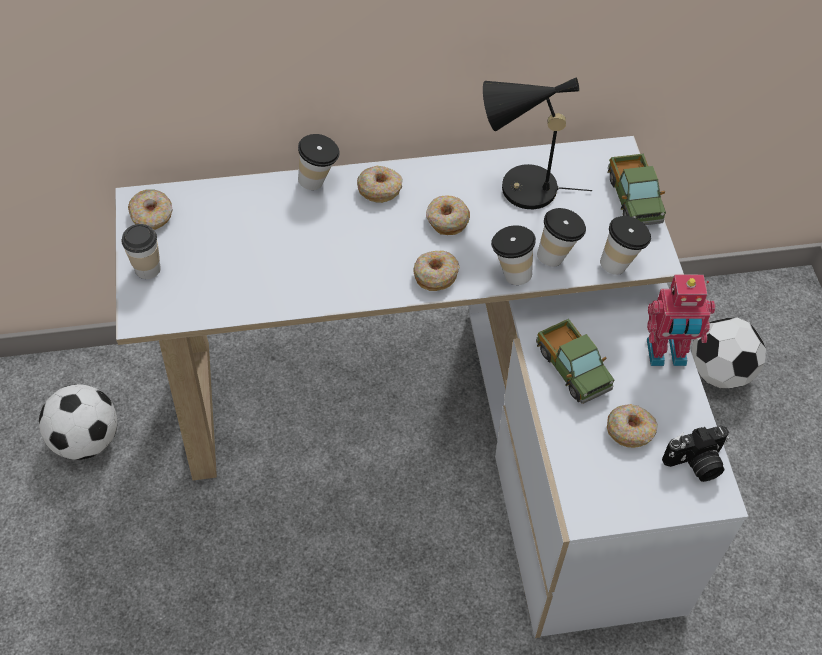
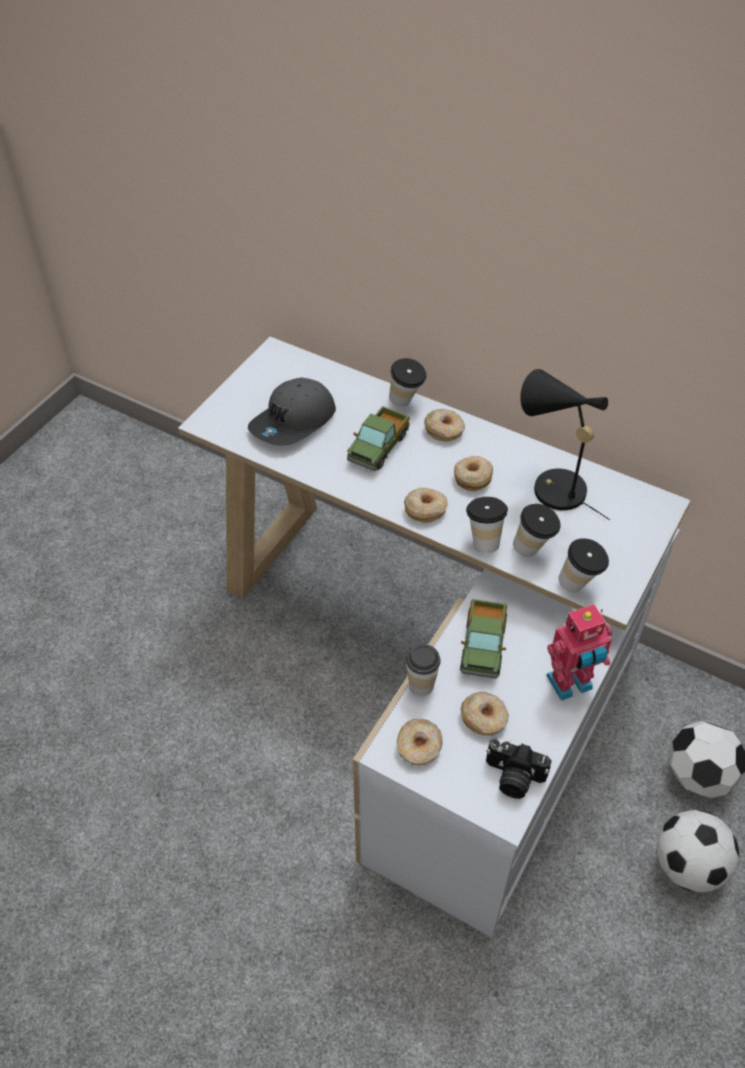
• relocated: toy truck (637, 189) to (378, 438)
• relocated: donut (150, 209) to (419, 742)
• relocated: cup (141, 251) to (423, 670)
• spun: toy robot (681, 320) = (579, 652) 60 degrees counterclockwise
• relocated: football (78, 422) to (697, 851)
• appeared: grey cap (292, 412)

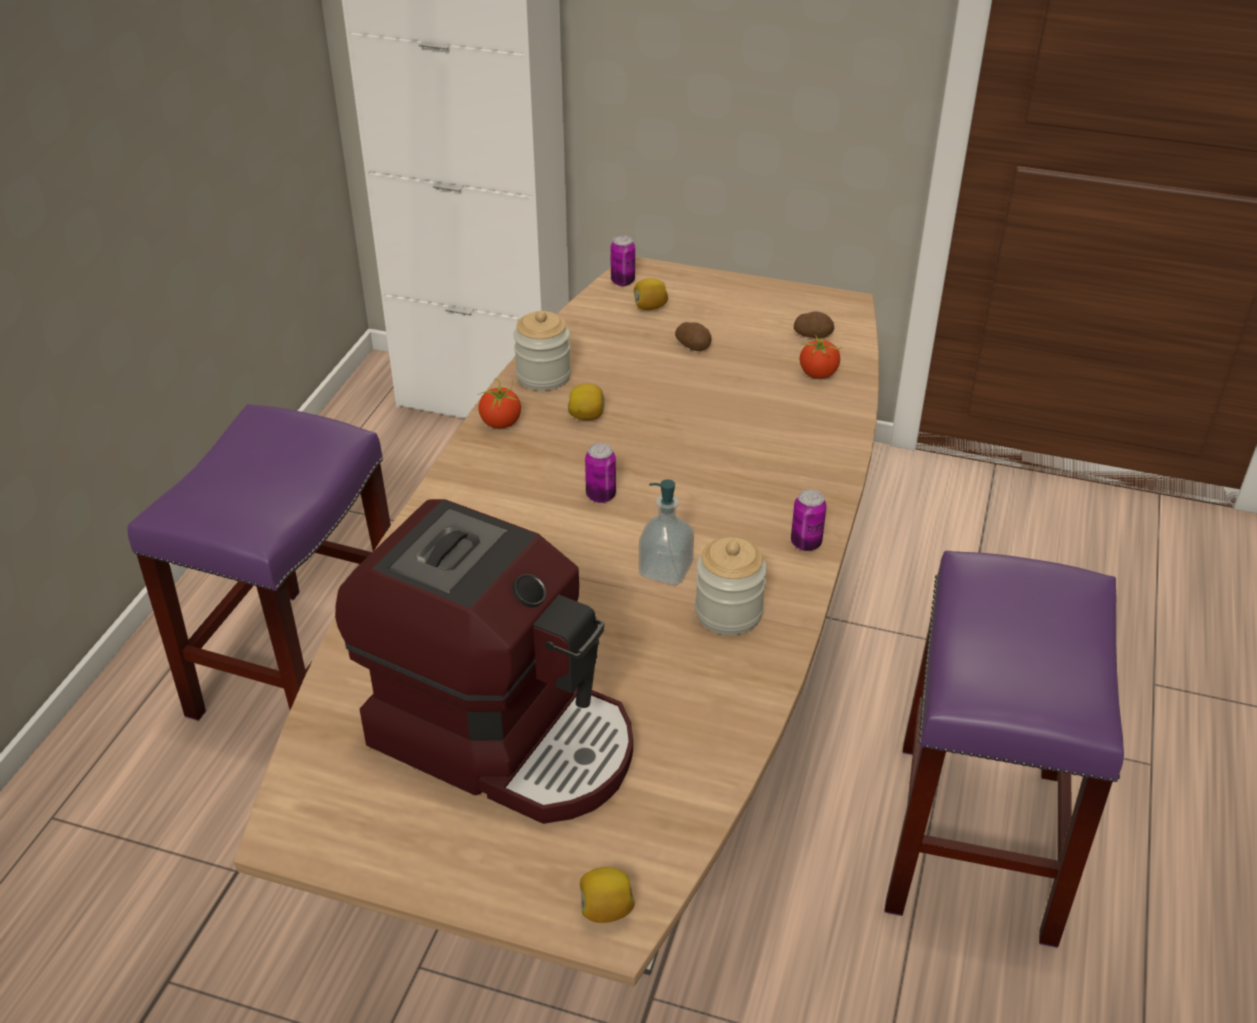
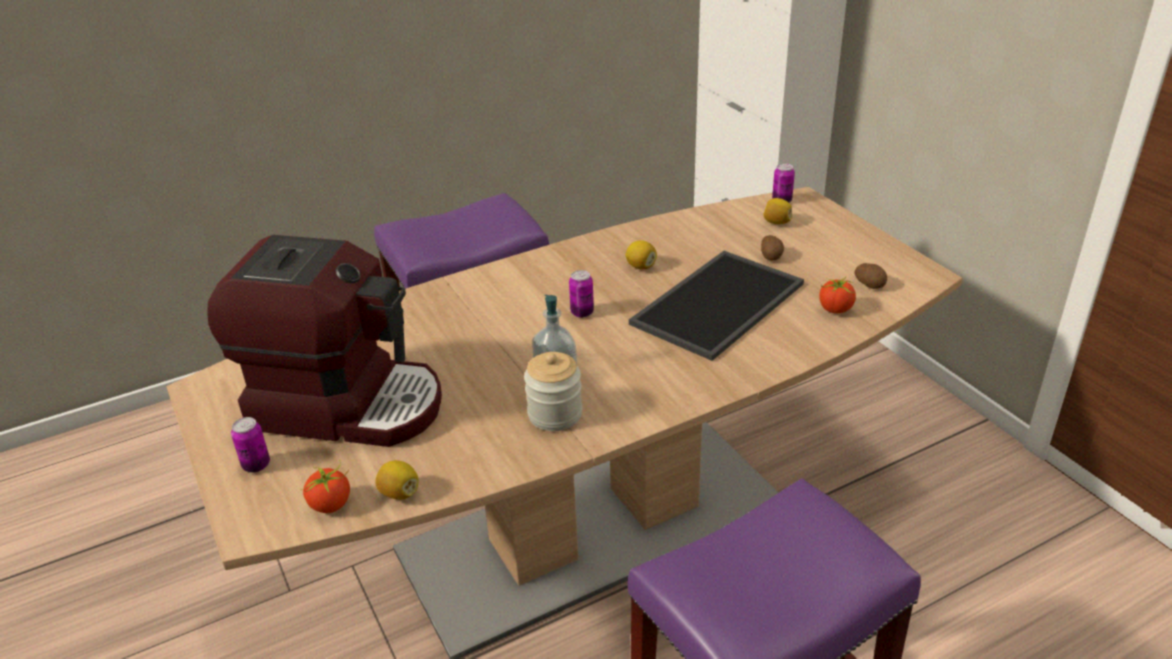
• missing: jar (542, 351)
• relocated: tomato (499, 404) to (325, 486)
• relocated: can (809, 520) to (250, 445)
• spun: coffee machine (484, 661) = (324, 341) 60 degrees counterclockwise
• relocated: lemon (607, 895) to (396, 480)
• appeared: tray (716, 306)

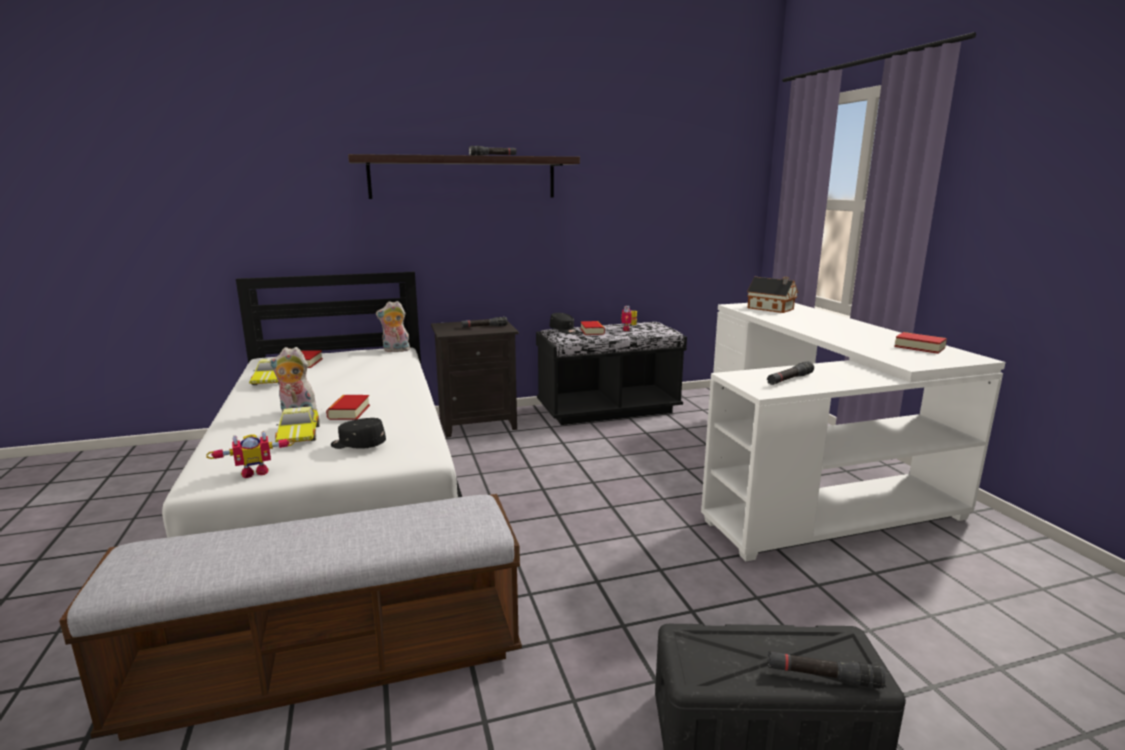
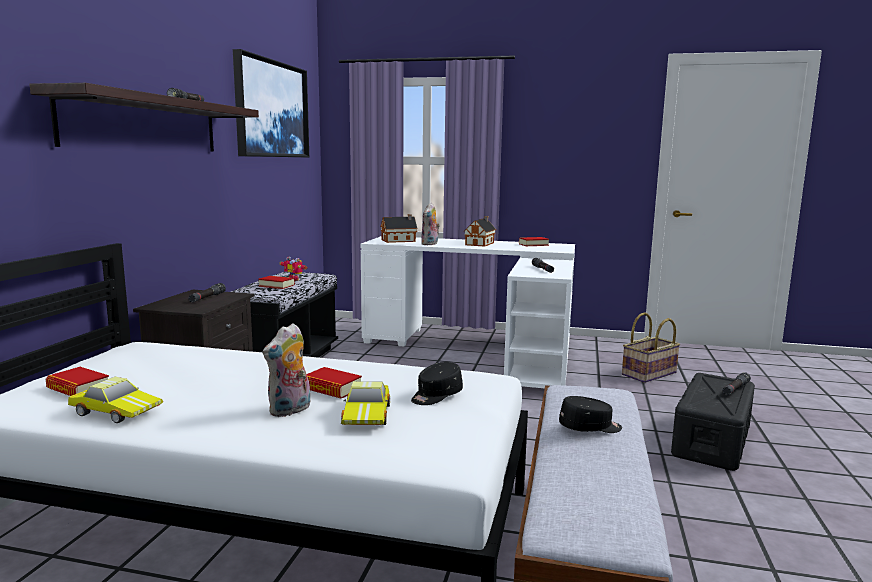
• relocated: plush toy (393, 326) to (430, 224)
• relocated: black cap (563, 323) to (590, 414)
• spun: toy car (297, 424) = (365, 403) 75 degrees clockwise
• missing: toy robot (250, 454)
• appeared: picture (271, 103)
• appeared: toy house (480, 231)
• appeared: basket (651, 347)

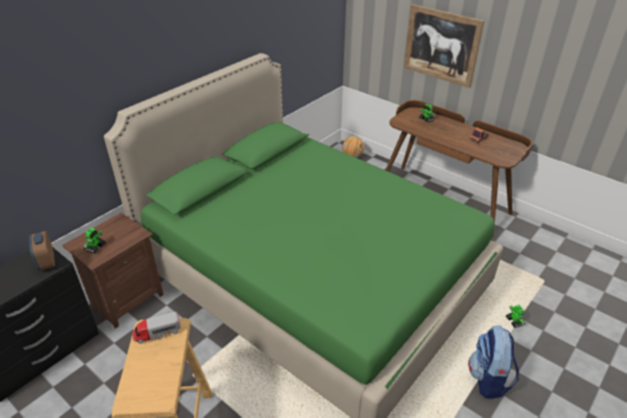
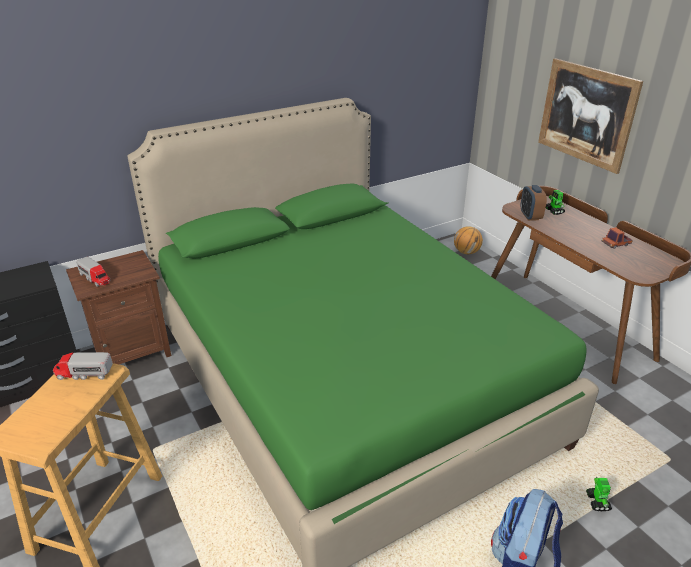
• exchanged: toy robot (95, 240) to toy truck (93, 272)
• relocated: alarm clock (42, 251) to (534, 203)

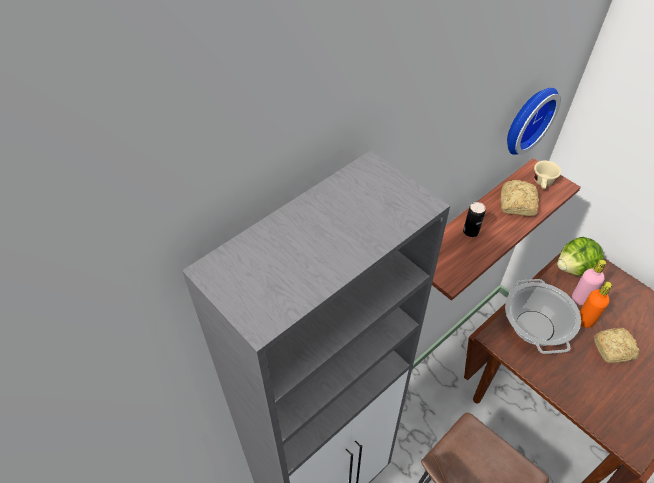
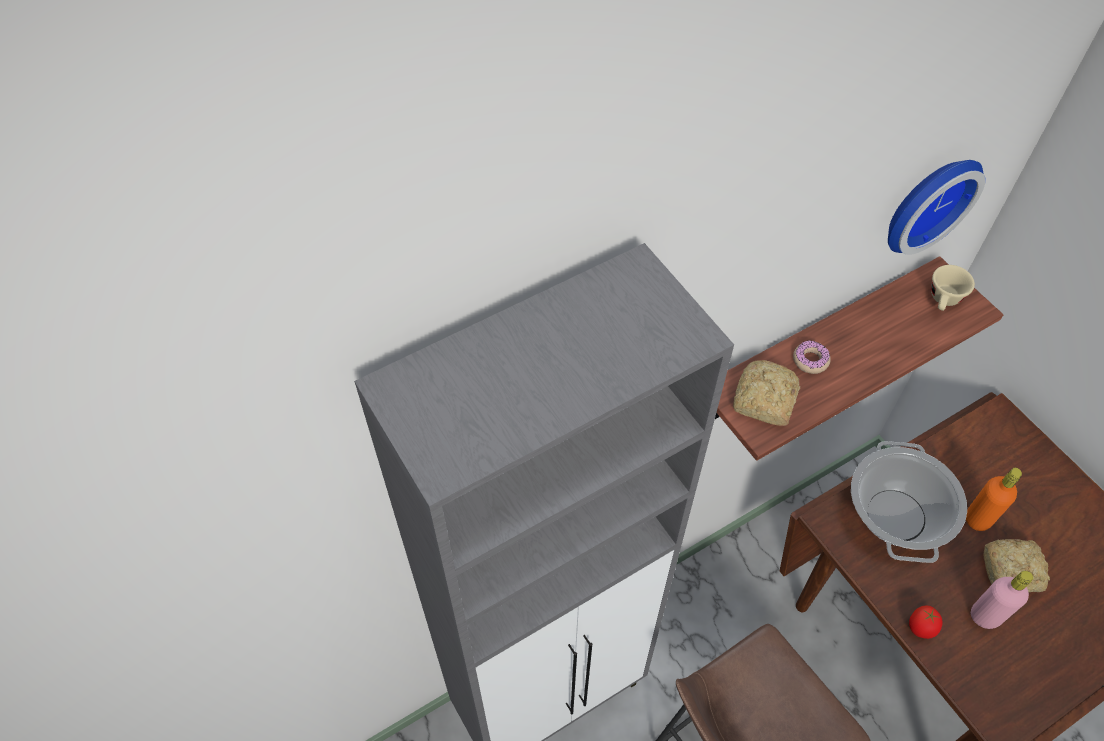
• relocated: bread (520, 198) to (766, 393)
• exchanged: can (474, 219) to donut (812, 357)
• missing: lettuce (580, 256)
• relocated: pink bottle (589, 282) to (1002, 600)
• appeared: tomato (926, 622)

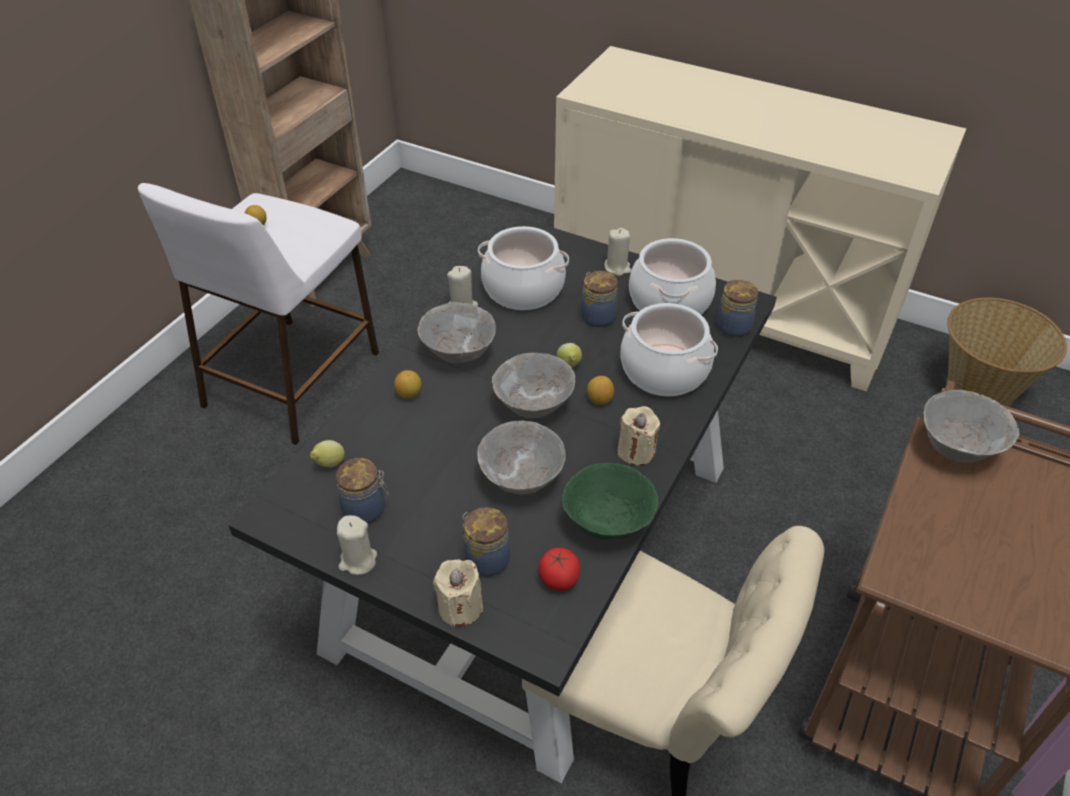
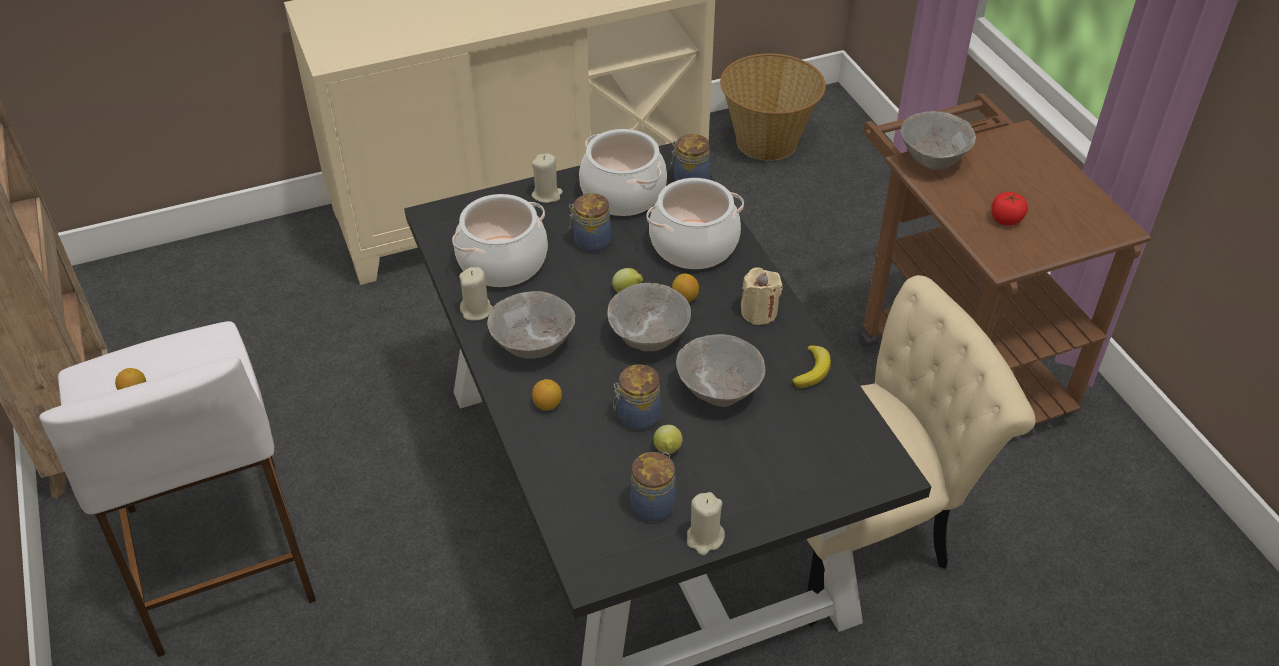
• relocated: lemon (327, 453) to (668, 439)
• exchanged: green bowl (610, 501) to banana (811, 366)
• relocated: jar (486, 542) to (637, 397)
• relocated: tomato (559, 569) to (1009, 209)
• missing: beige candle (458, 593)

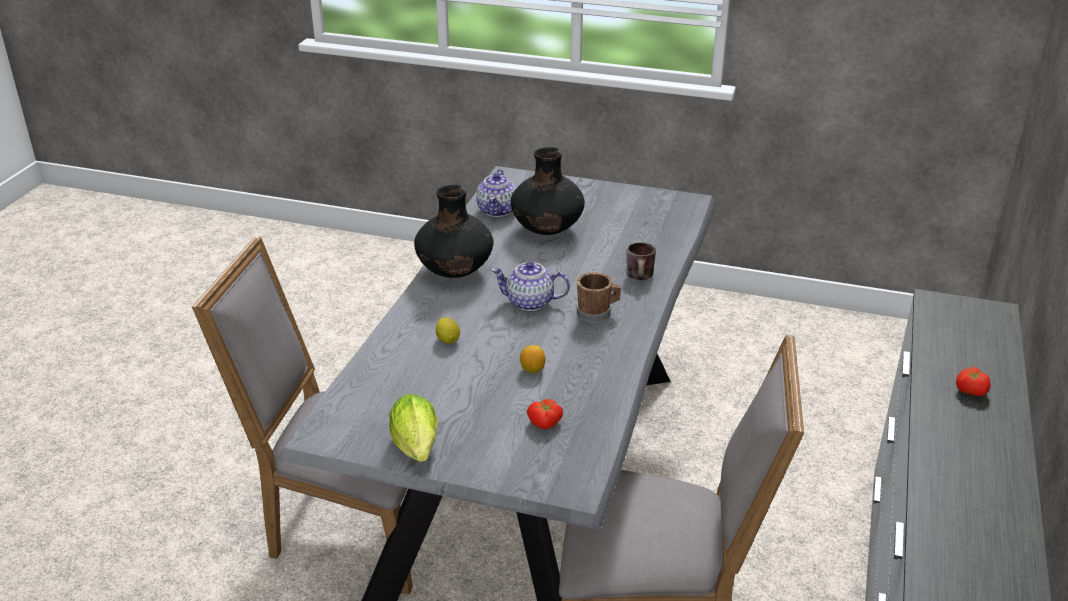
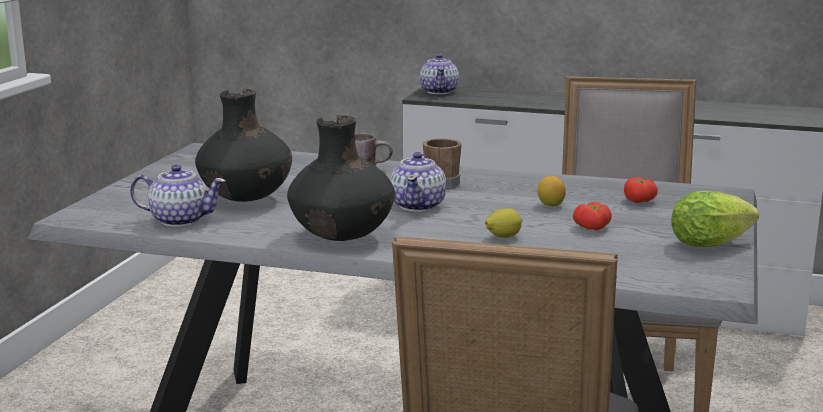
• relocated: tomato (973, 381) to (592, 216)
• appeared: teapot (439, 74)

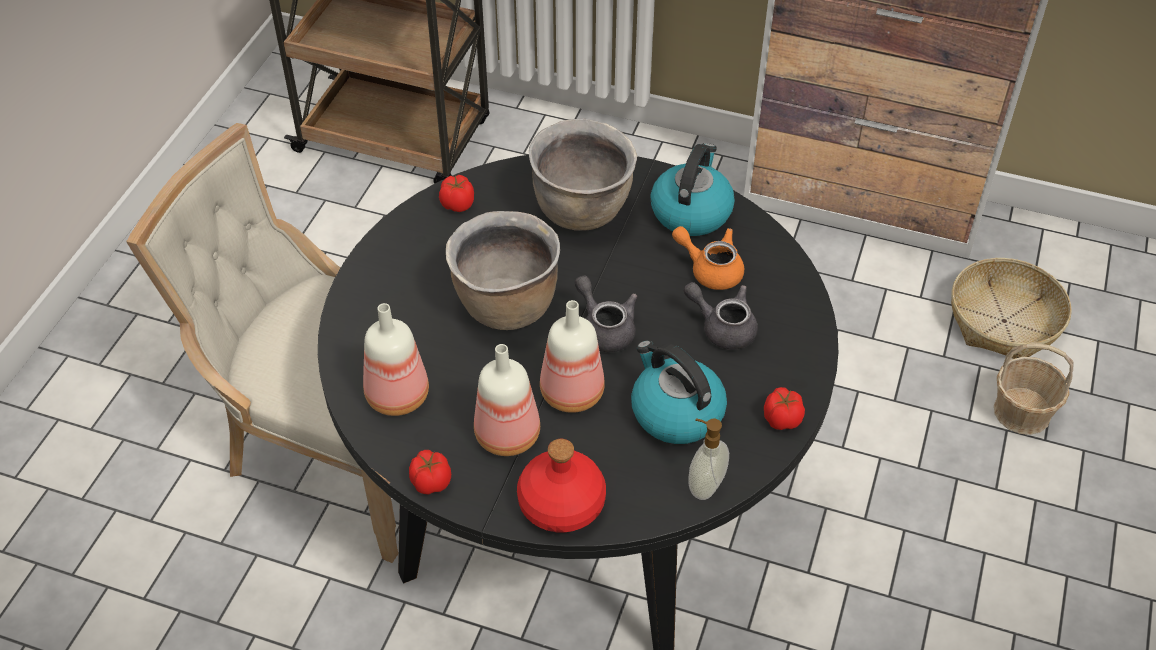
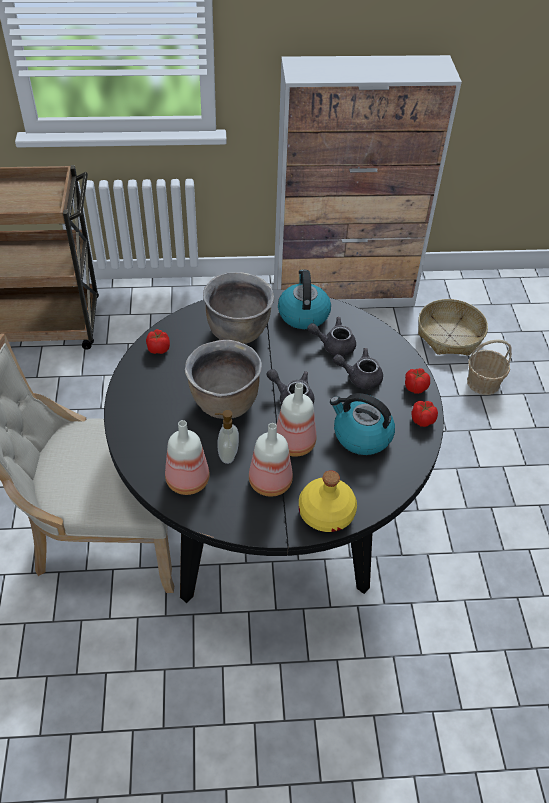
• colour: orange teapot (708, 258) to grey teapot (331, 336)
• relocated: soap dispenser (708, 459) to (227, 437)
• colour: red bottle (561, 486) to yellow bottle (328, 501)
• relocated: tomato (430, 472) to (417, 381)

